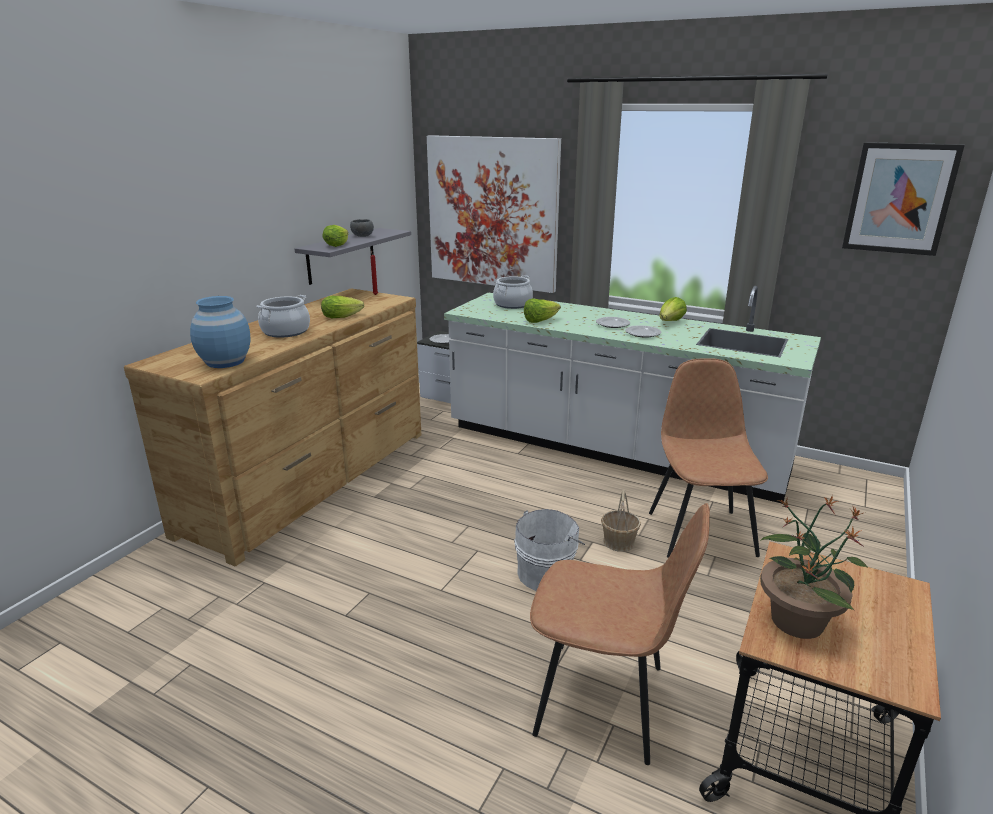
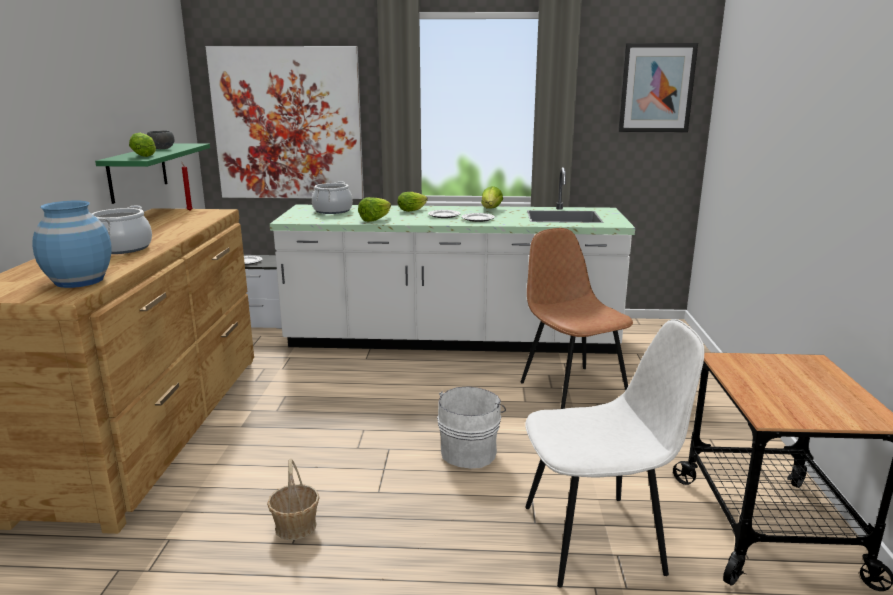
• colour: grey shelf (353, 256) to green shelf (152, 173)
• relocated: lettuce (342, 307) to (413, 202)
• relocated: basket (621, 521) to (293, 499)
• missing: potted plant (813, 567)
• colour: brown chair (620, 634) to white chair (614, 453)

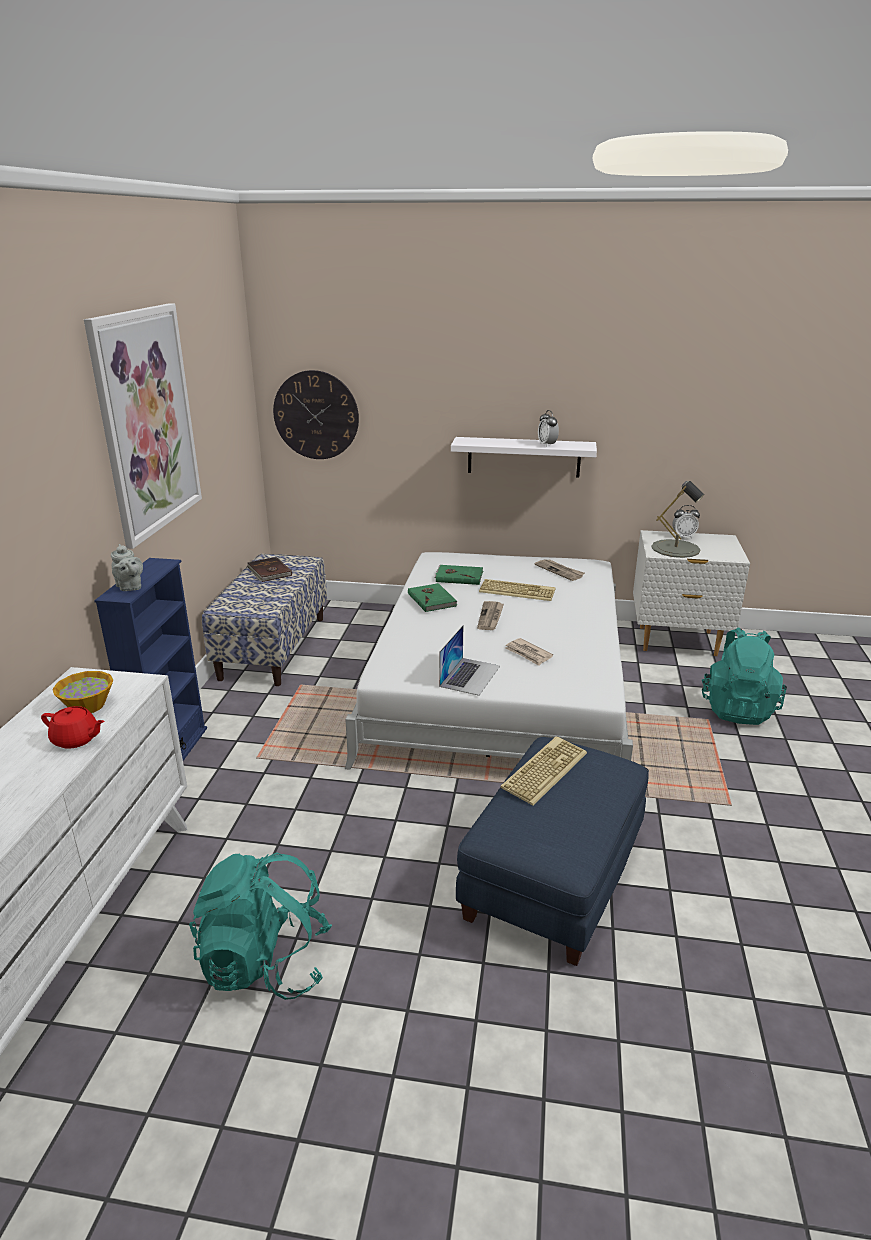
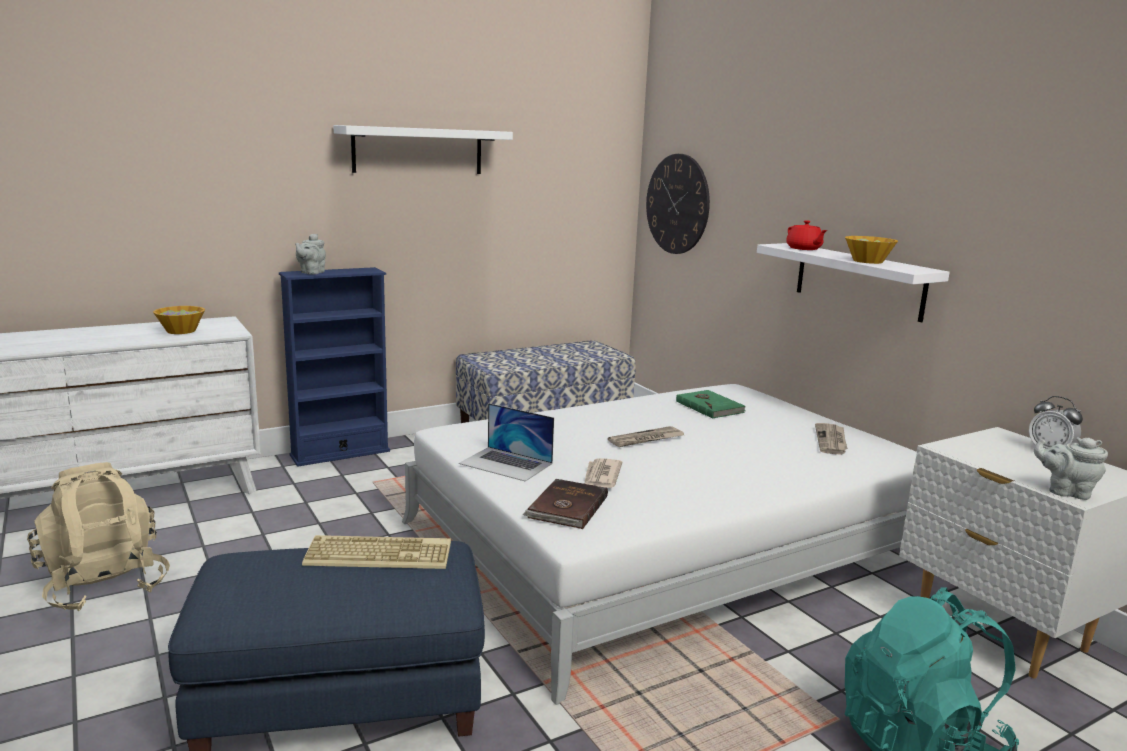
• exchanged: picture (143, 426) to white shelf (423, 149)
• exchanged: alarm clock (548, 428) to bowl (871, 250)
• missing: grey table lamp (678, 519)
• relocated: brown book (269, 569) to (565, 504)
• missing: keyboard (517, 590)
• missing: green book (432, 597)
• spun: laptop (469, 660) = (506, 442) 45 degrees clockwise
• relocated: red teapot (72, 727) to (807, 235)
• colour: turquoise backpack (260, 926) to beige backpack (98, 537)
• appeared: grey teapot (1071, 468)

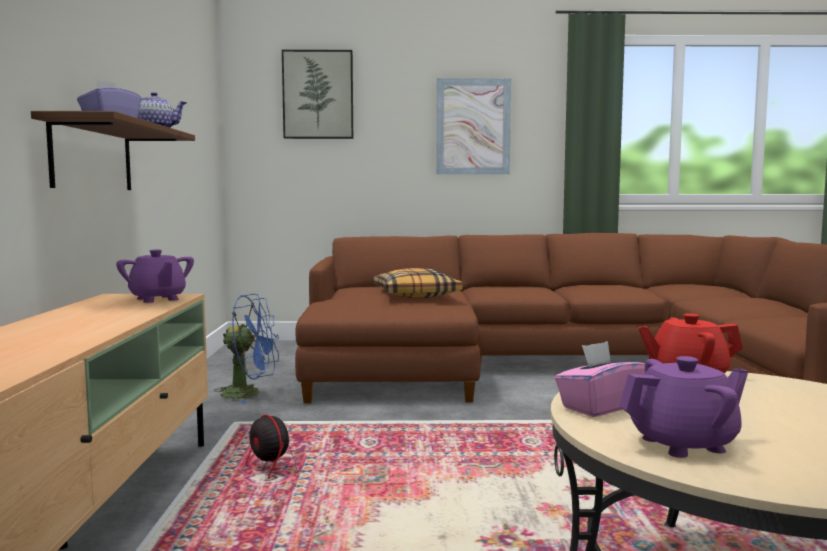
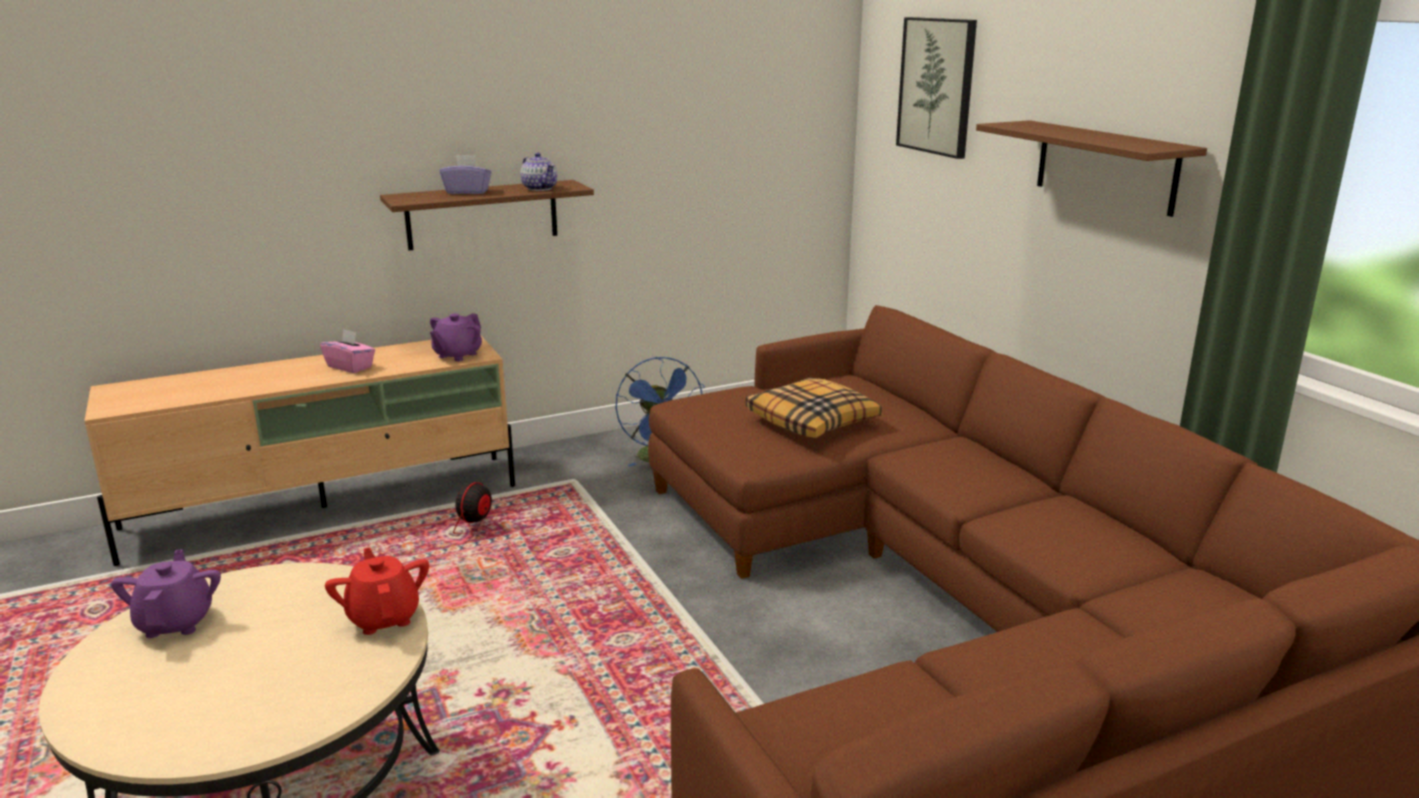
• exchanged: picture (473, 126) to brown shelf (1091, 168)
• relocated: pink tissue box (600, 379) to (347, 351)
• spun: purple teapot (683, 407) = (166, 593) 150 degrees counterclockwise

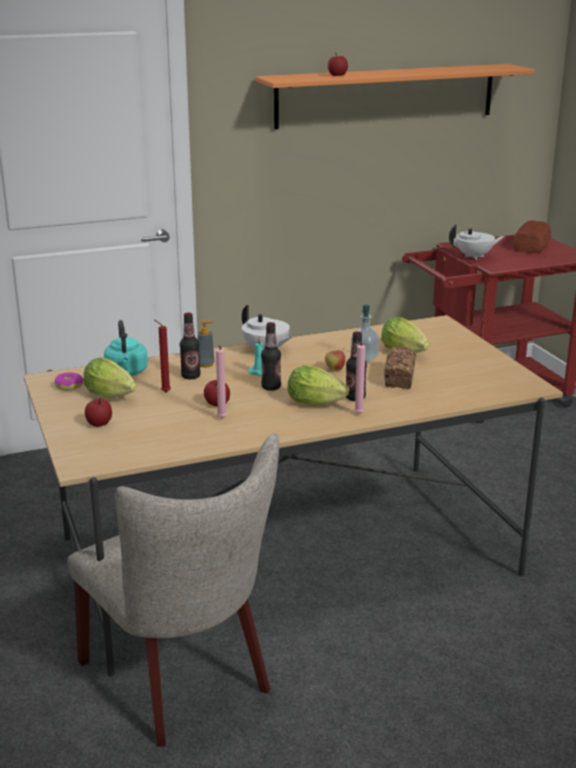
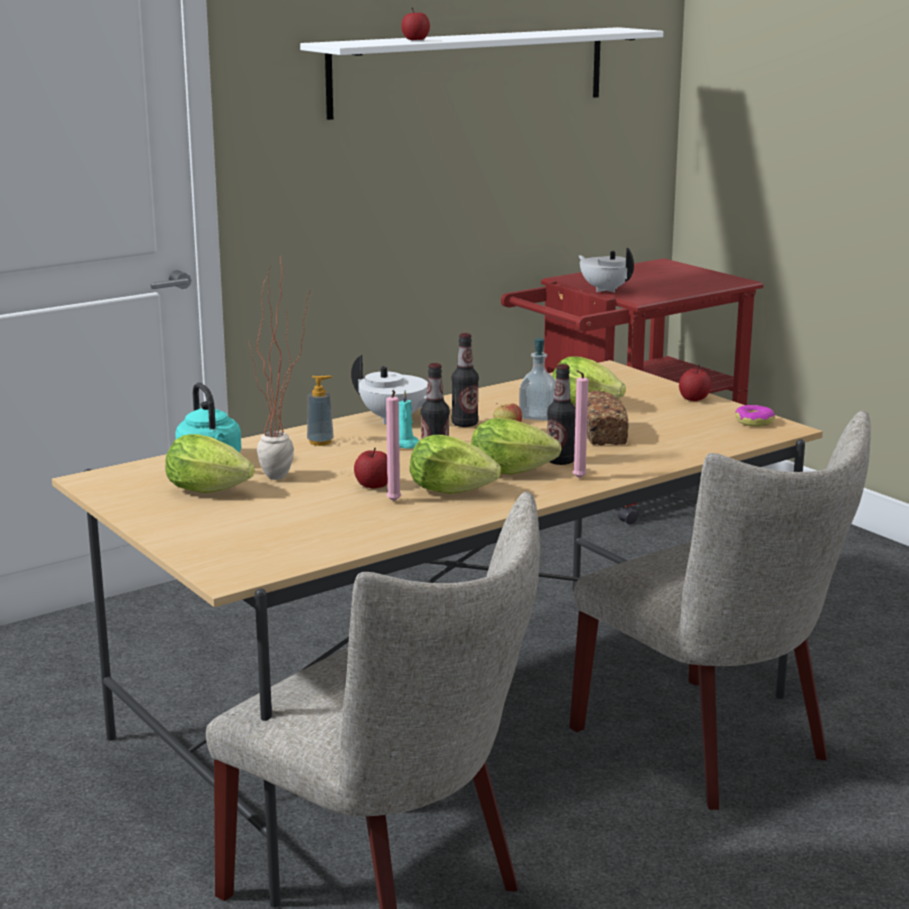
• colour: orange shelf (395, 97) to white shelf (481, 73)
• missing: bread (532, 236)
• spun: white teapot (477, 242) = (606, 270) 105 degrees counterclockwise
• relocated: bottle (190, 346) to (465, 380)
• exchanged: red candle (162, 356) to potted plant (279, 369)
• relocated: donut (69, 381) to (755, 416)
• relocated: apple (98, 412) to (695, 383)
• appeared: beige chair (720, 610)
• appeared: lettuce (455, 464)

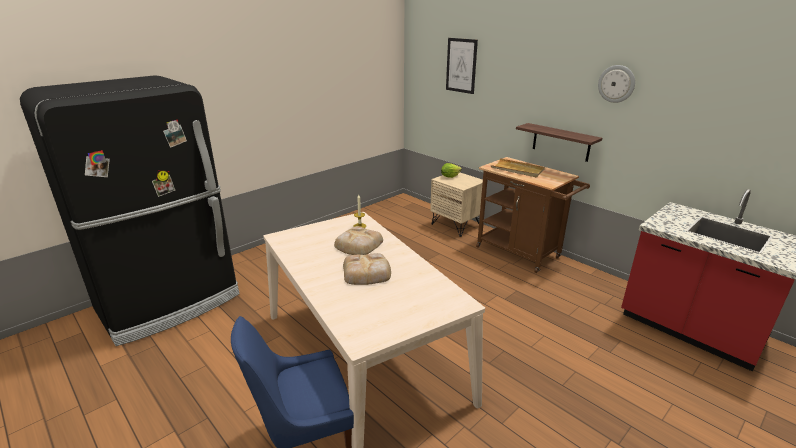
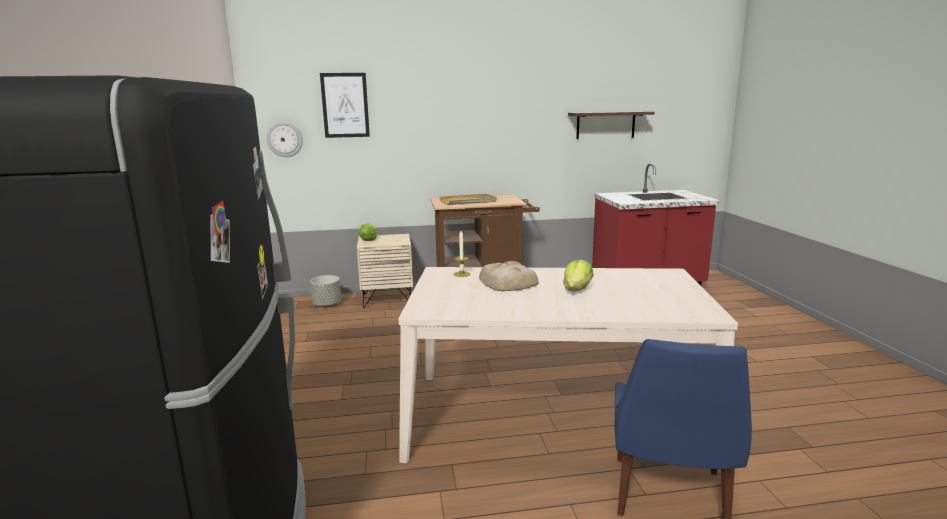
• relocated: wall clock (616, 84) to (285, 139)
• relocated: shelf (559, 142) to (611, 125)
• exchanged: bread (367, 269) to lettuce (578, 275)
• appeared: grey planter (325, 291)

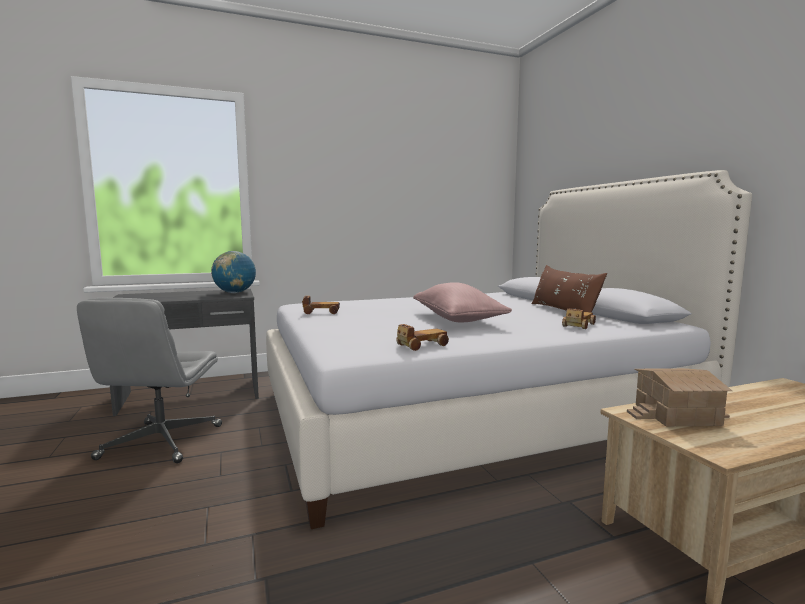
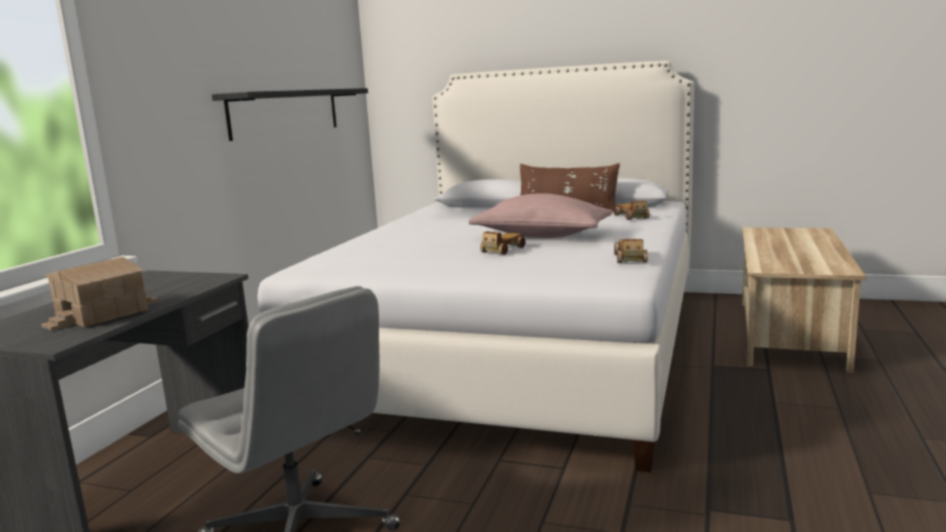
• missing: globe (233, 272)
• relocated: toy car (321, 305) to (503, 243)
• relocated: toy house (679, 397) to (99, 294)
• appeared: black shelf (290, 114)

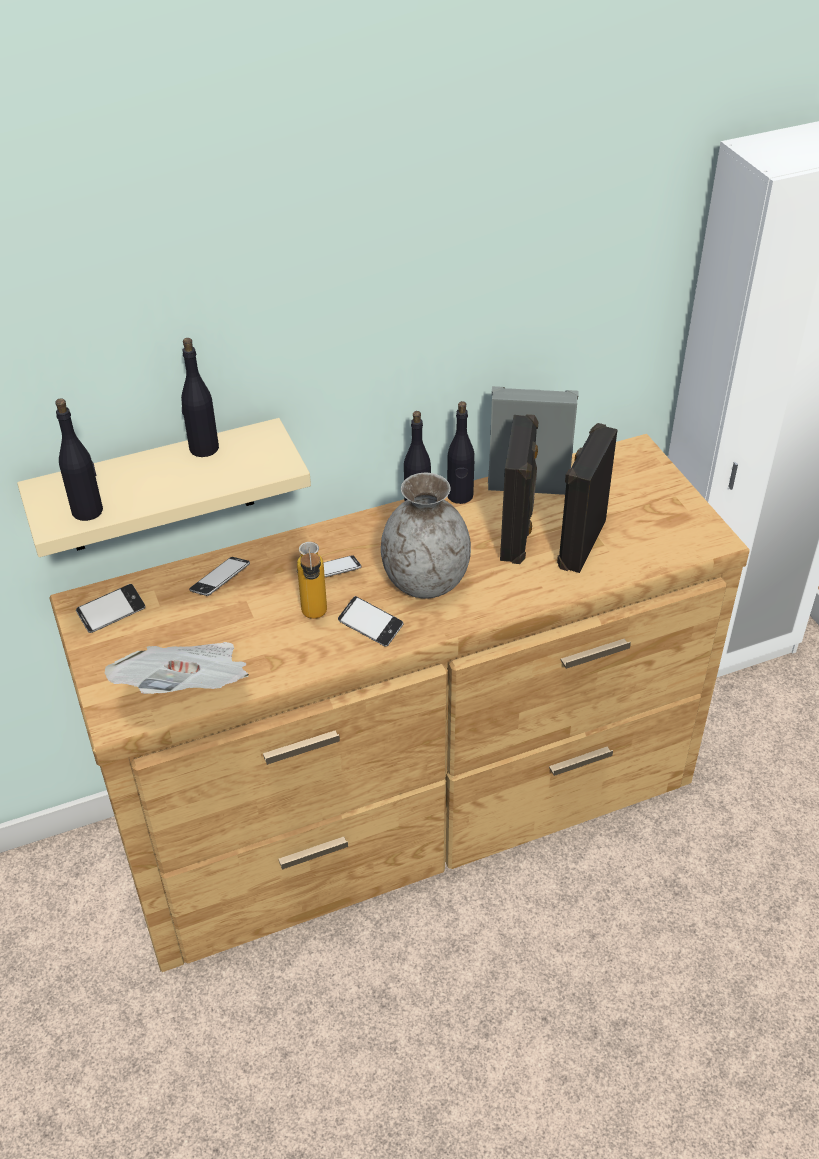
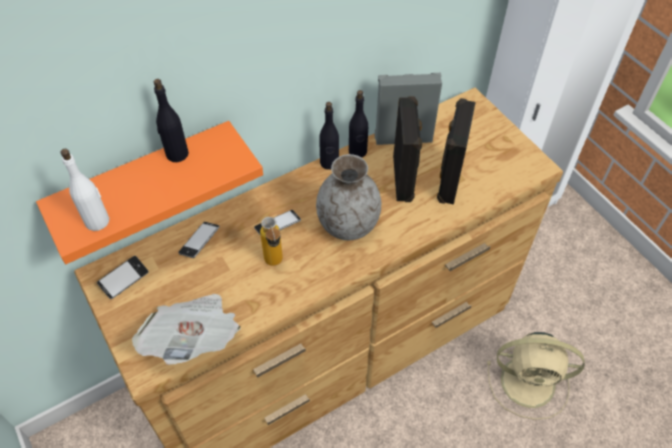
• colour: black bottle (79, 459) to white bottle (84, 190)
• colour: beige shelf (164, 487) to orange shelf (149, 192)
• missing: phone (371, 621)
• appeared: beige fan (536, 376)

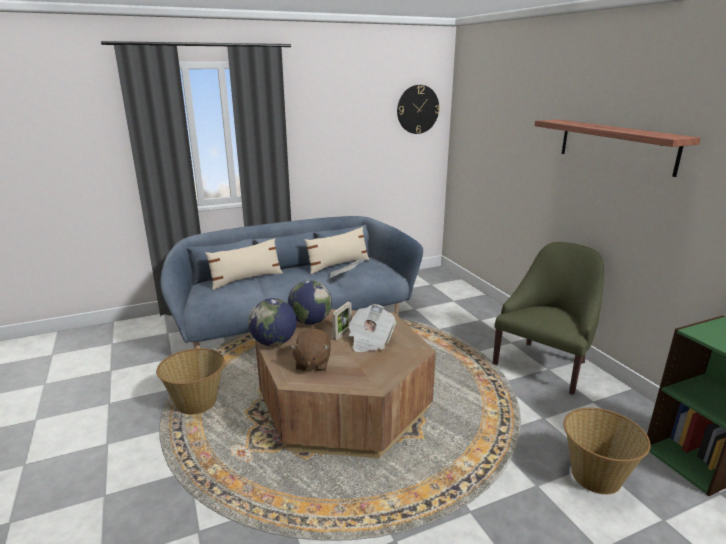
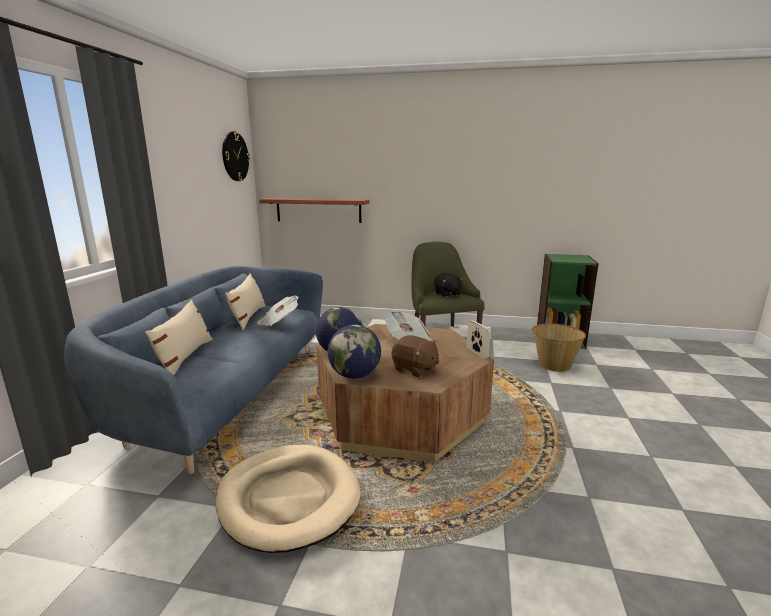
• relocated: shelf (617, 148) to (314, 210)
• relocated: picture frame (342, 321) to (479, 339)
• exchanged: basket (190, 381) to beige dog bed (288, 499)
• appeared: black plush toy (448, 285)

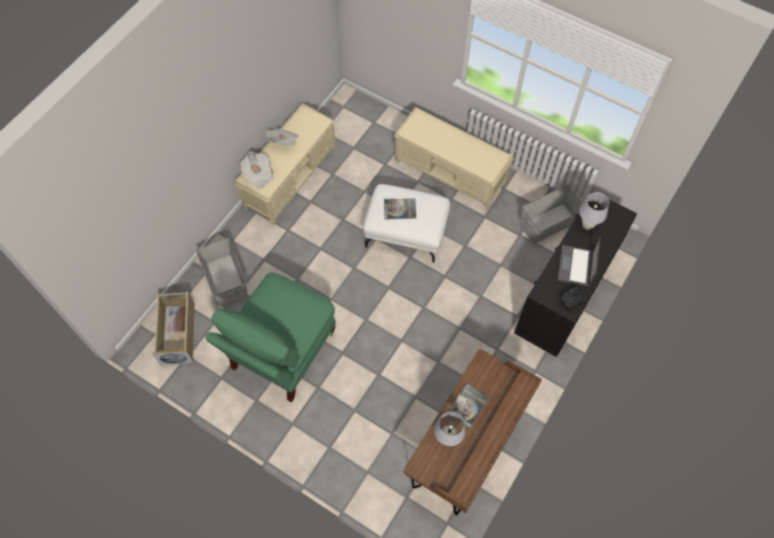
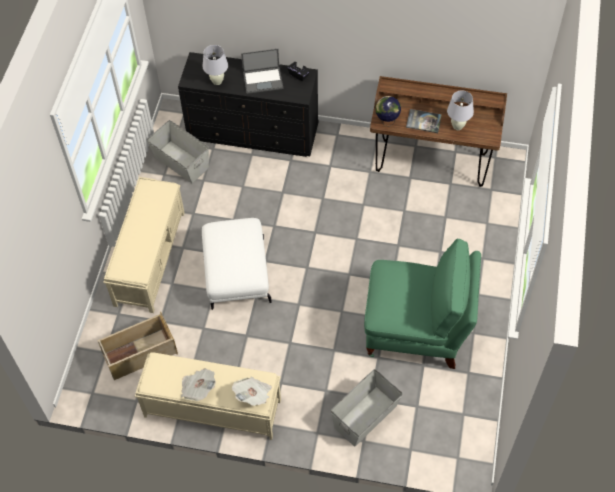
• missing: book (400, 208)
• relocated: beige storage box (173, 328) to (137, 346)
• appeared: globe (388, 111)

